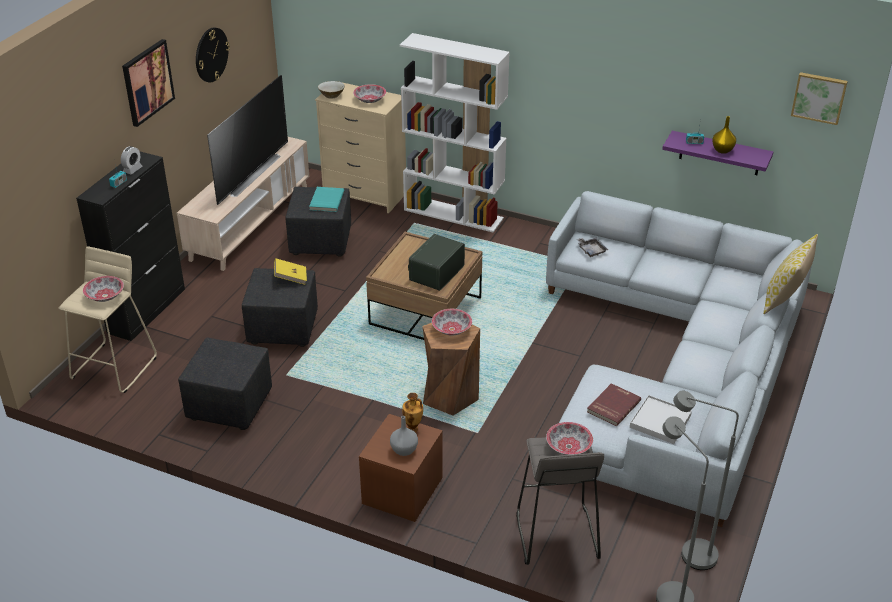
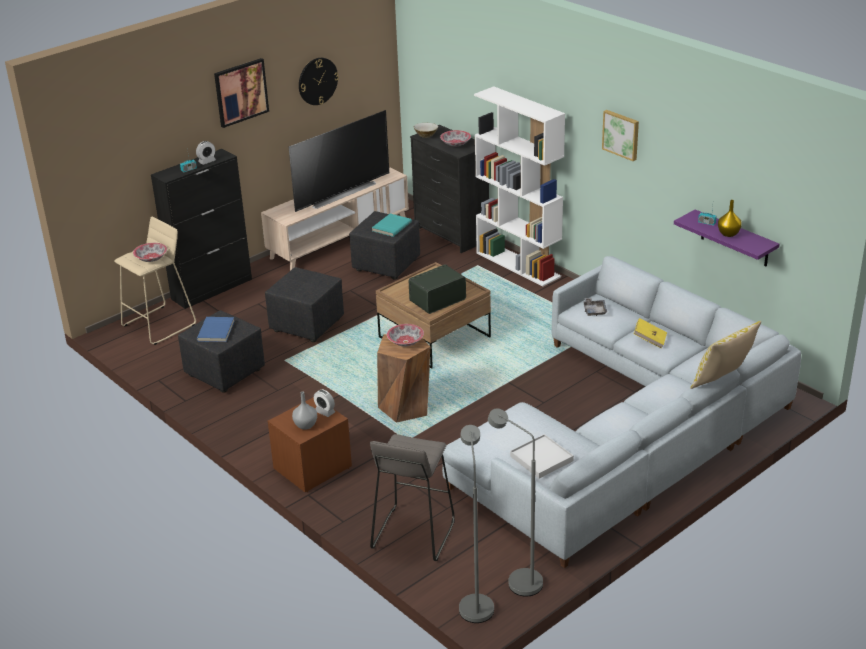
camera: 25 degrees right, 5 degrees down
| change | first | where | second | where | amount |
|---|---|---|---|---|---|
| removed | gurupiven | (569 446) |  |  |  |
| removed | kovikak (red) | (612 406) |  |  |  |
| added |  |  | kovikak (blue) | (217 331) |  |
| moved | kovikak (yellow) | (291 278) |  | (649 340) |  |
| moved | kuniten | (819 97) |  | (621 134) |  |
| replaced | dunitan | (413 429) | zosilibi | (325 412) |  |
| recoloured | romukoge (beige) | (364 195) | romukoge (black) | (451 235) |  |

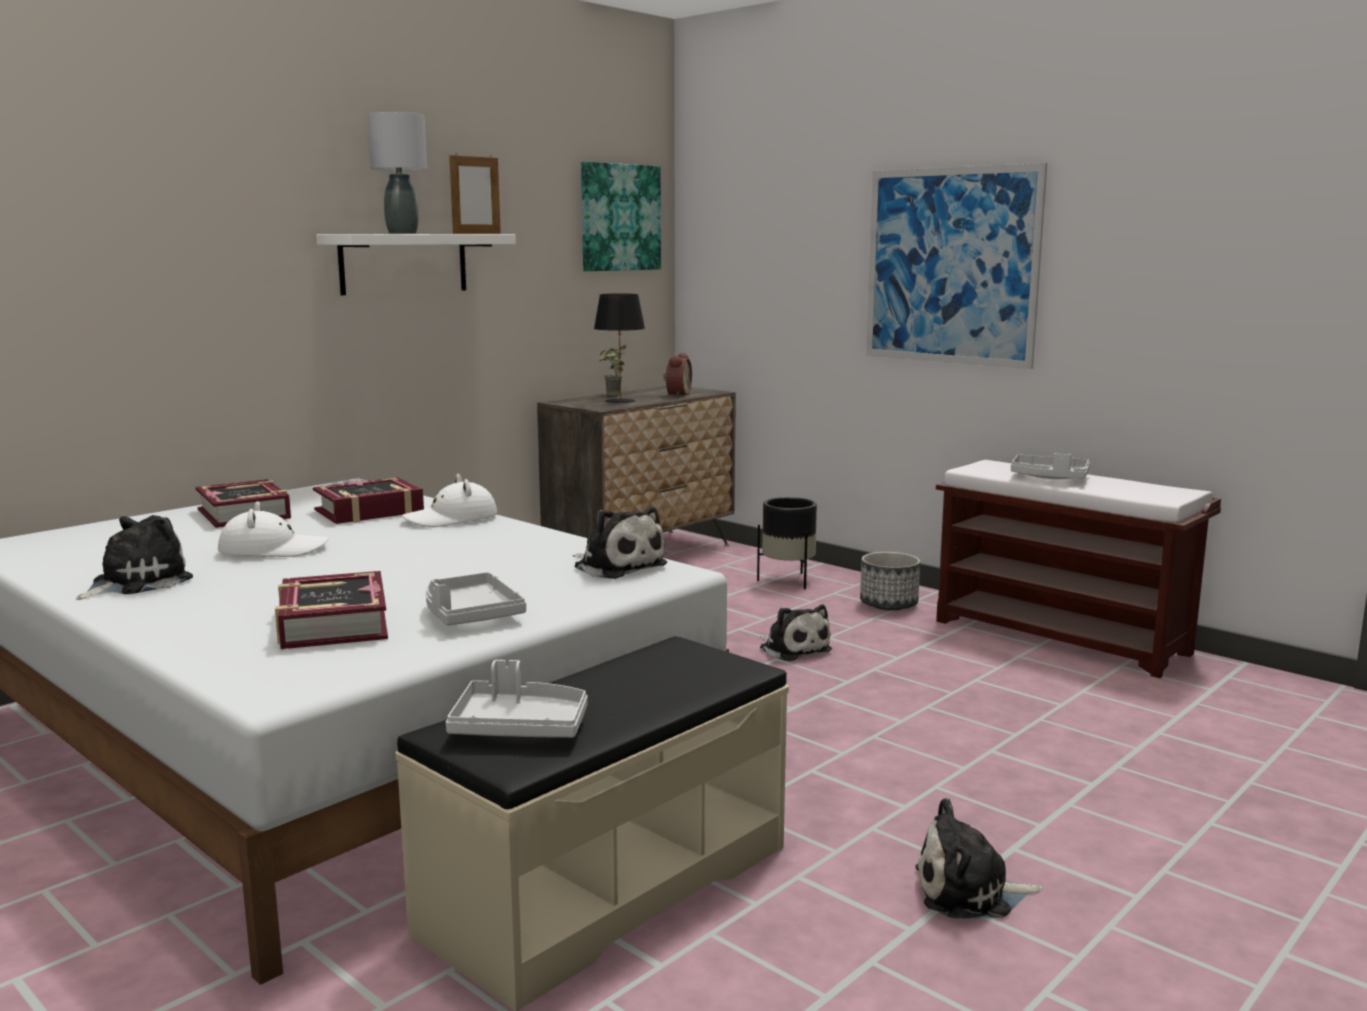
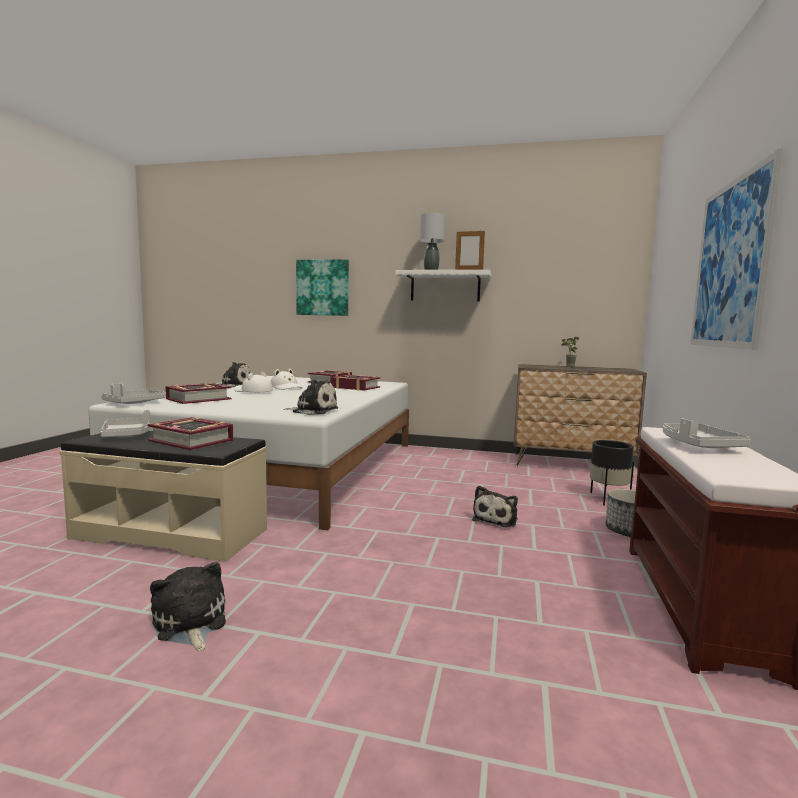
camera: 60 degrees right, 5 degrees down
| change | first | where | second | where | amount |
|---|---|---|---|---|---|
| removed | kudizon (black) | (620 401) |  |  |  |
| removed | zosilibi | (676 394) |  |  |  |
| added |  |  | kovikak | (192 441) |  |
| moved | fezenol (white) | (451 519) |  | (253 391) |  |
| moved | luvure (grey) | (470 614) |  | (133 403) |  |
| moved | kuniten | (619 217) |  | (323 287) |  |
| turned | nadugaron | (617 566) |  | (313 411) | 90 degrees counterclockwise |

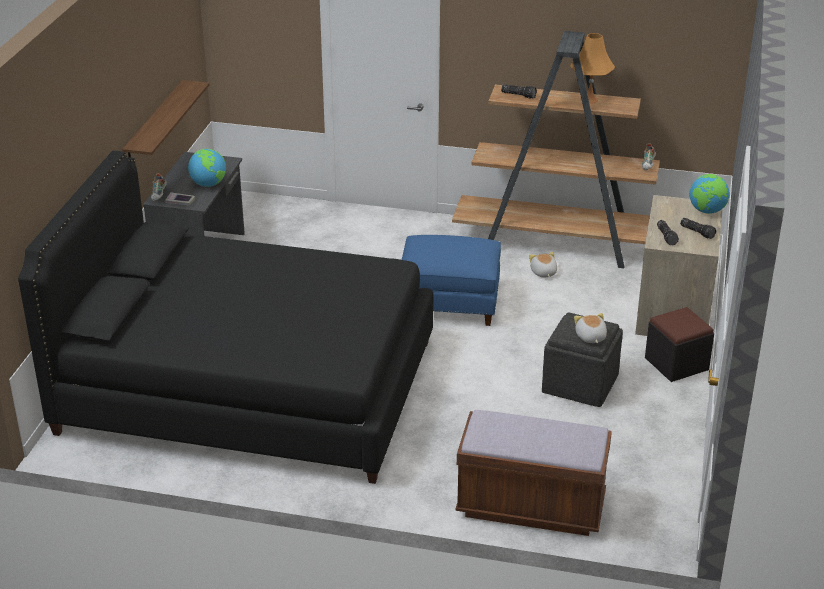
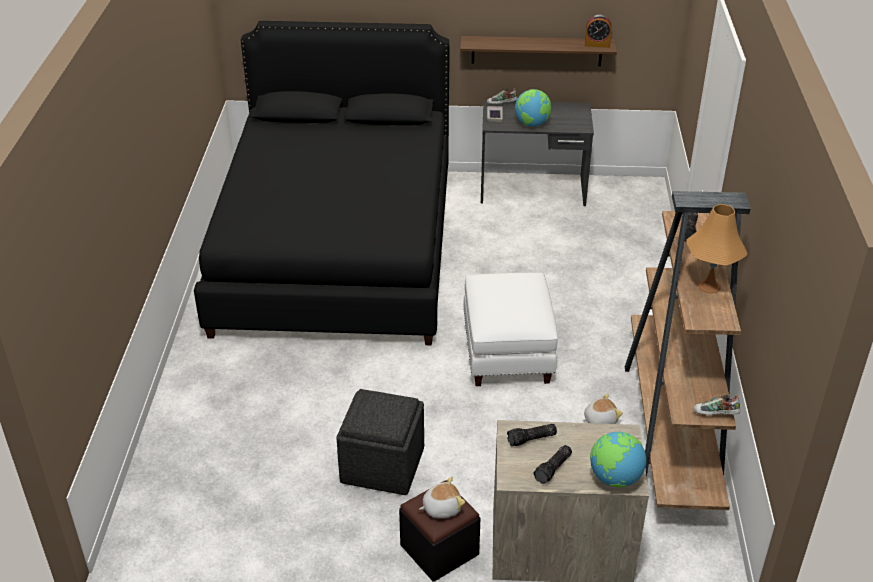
camera: 80 degrees right, 5 degrees up
| change | first | where | second | where | amount |
|---|---|---|---|---|---|
| removed | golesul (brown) | (531 506) |  |  |  |
| added |  |  | zosilibi | (597 44) |  |
| moved | nadugaron | (590 337) |  | (441 507) |  |
| recoloured | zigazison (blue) | (449 305) | zigazison (white) | (506 352) |  |

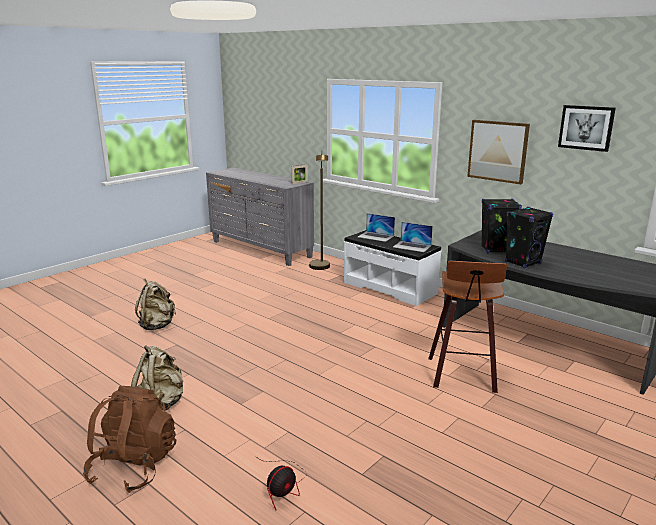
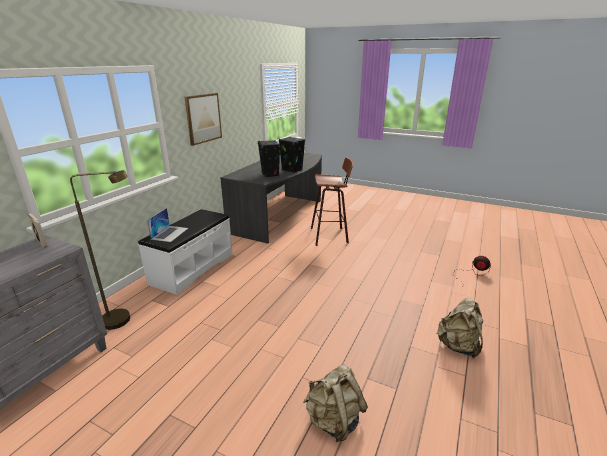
camera: 105 degrees left, 5 degrees up
| change | first | where | second | where | amount |
|---|---|---|---|---|---|
| removed | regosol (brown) | (134 467) |  |  |  |
| removed | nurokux | (412 246) |  |  |  |
| removed | kuniten | (586 127) |  |  |  |

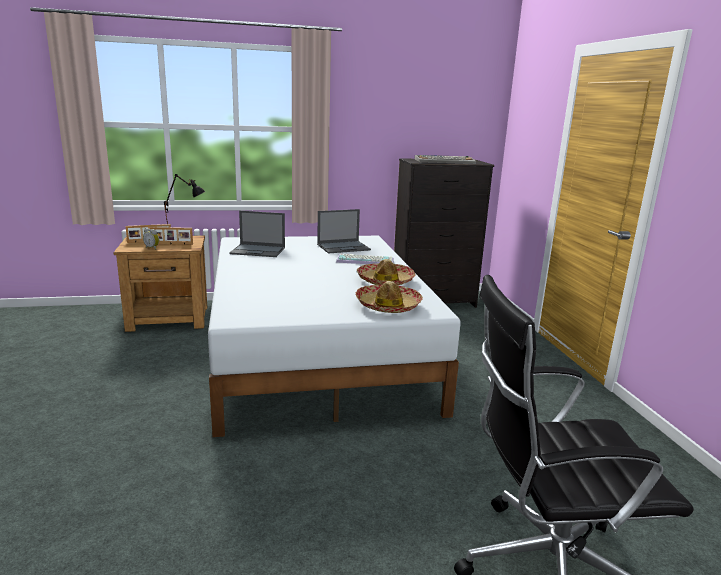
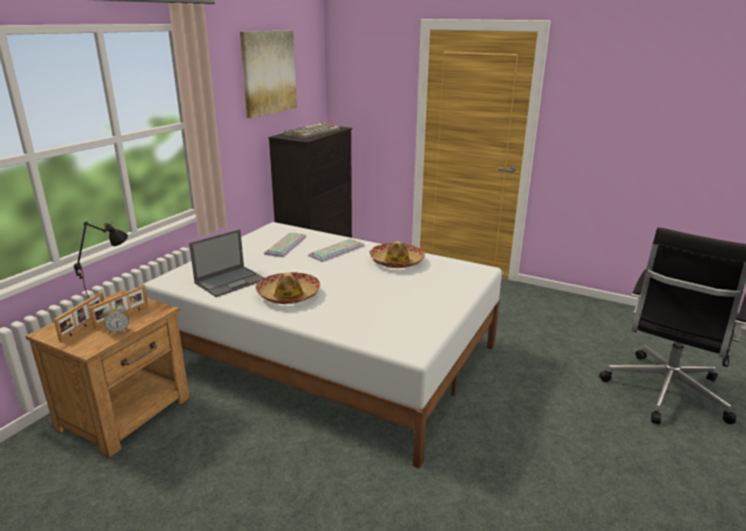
camera: 50 degrees left, 5 degrees up
| change | first | where | second | where | amount |
|---|---|---|---|---|---|
| added |  |  | kuniten | (268 72) |  |
| moved | fezenol | (388 305) |  | (288 295) |  |
| replaced | nurokux | (344 247) | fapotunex | (285 245) |  |

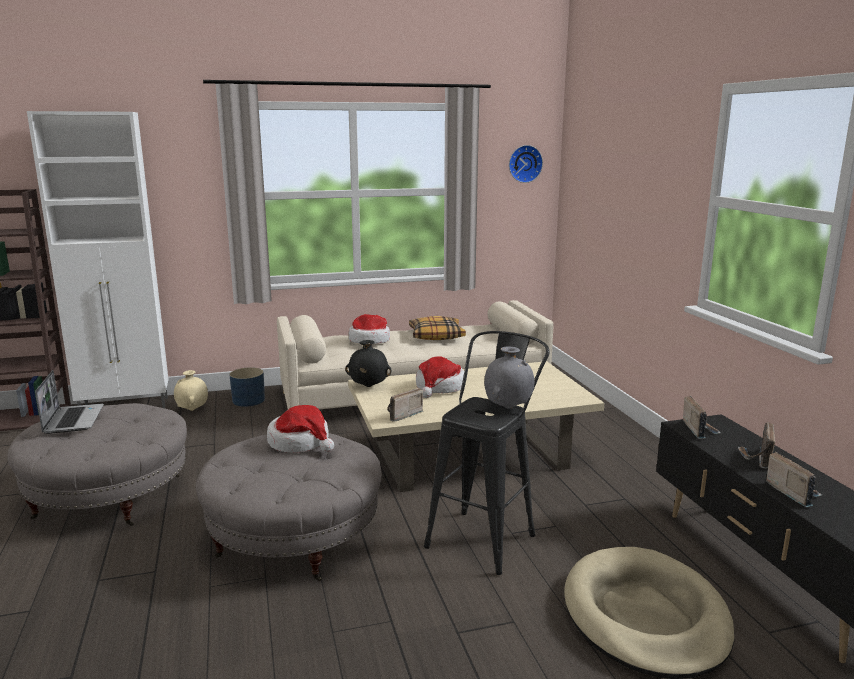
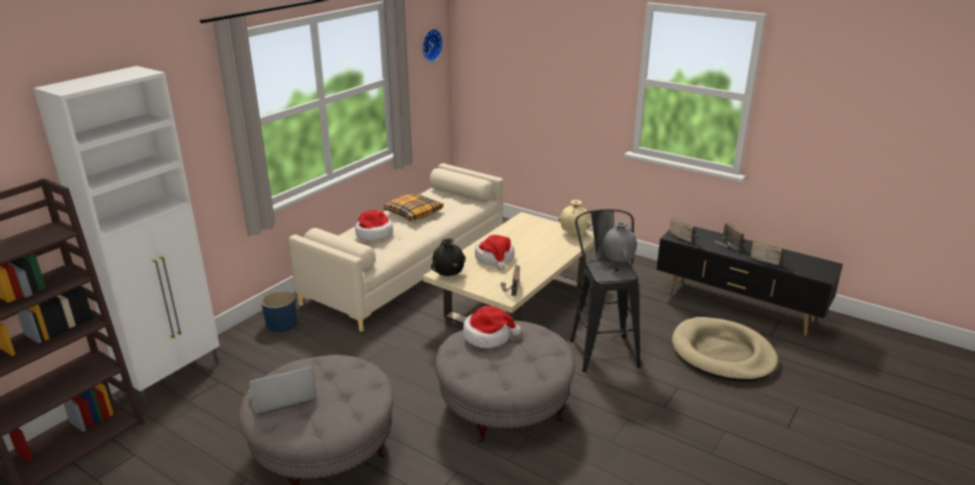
camera: 40 degrees left, 10 degrees up
| change | first | where | second | where | amount |
|---|---|---|---|---|---|
| moved | dunitan (beige) | (192 410) |  | (574 234) |  |
| turned | nurokux | (73 420) |  | (282 397) | 60 degrees counterclockwise |

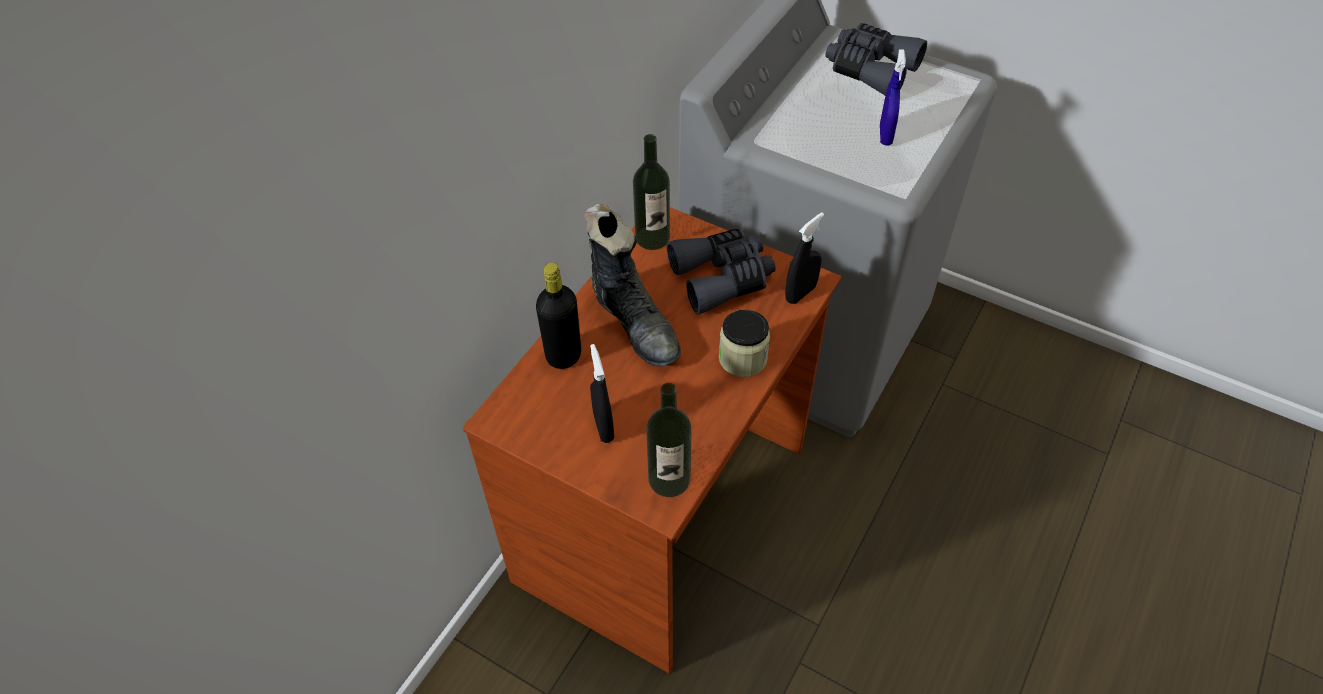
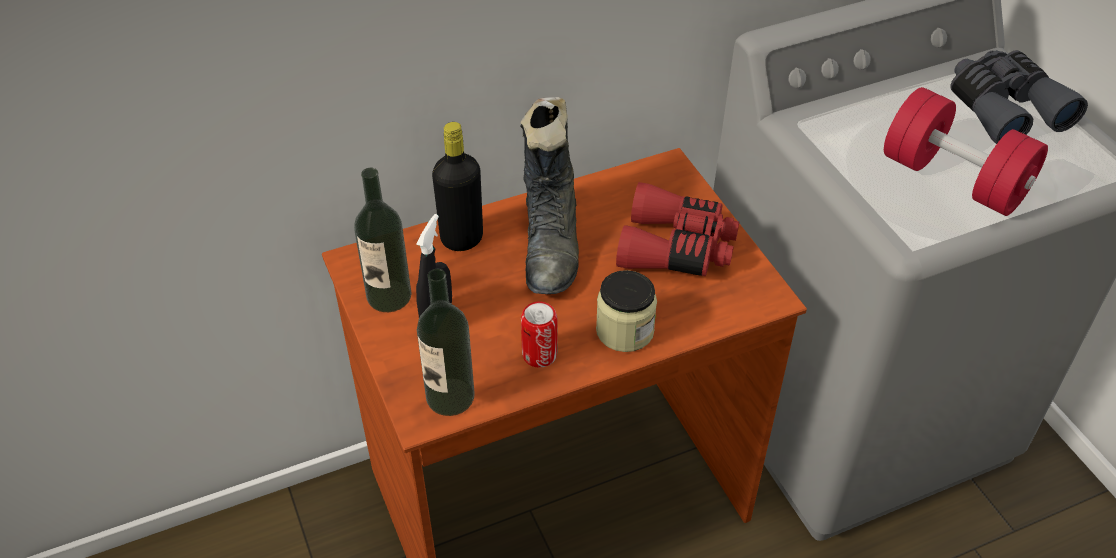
camera: 35 degrees right, 5 degrees down
| change | first | where | second | where | amount |
|---|---|---|---|---|---|
| removed | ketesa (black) | (800 293) |  |  |  |
| added |  |  | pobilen | (539 355) |  |
| moved | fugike | (652 237) |  | (389 296) |  |
| replaced | ketesa (blue) | (885 135) | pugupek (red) | (954 179) |  |
| recoloured | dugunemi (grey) | (722 277) | dugunemi (red) | (677 247) |  |

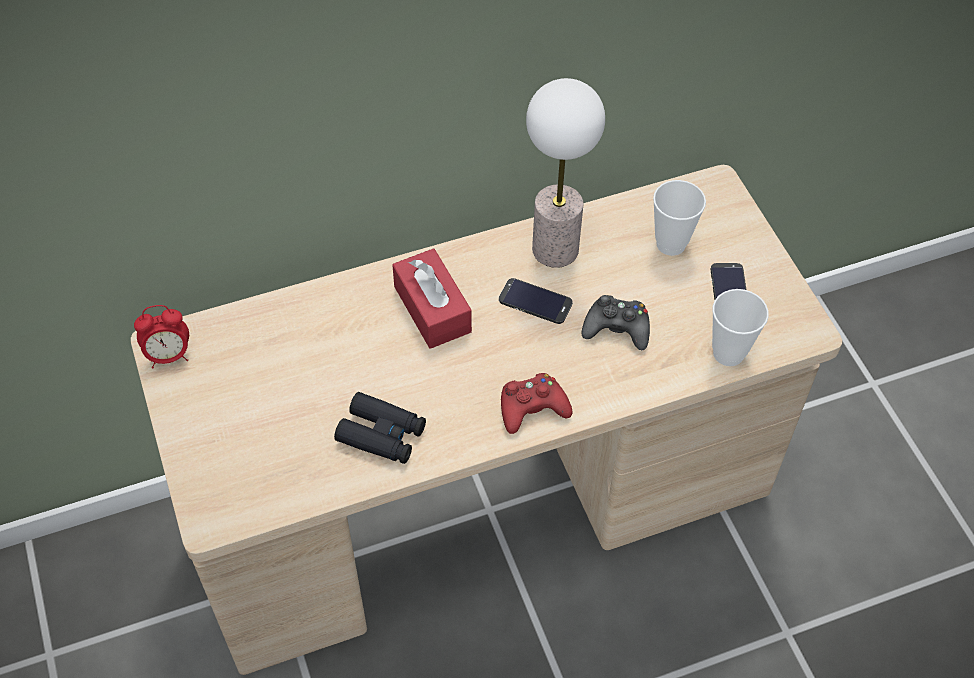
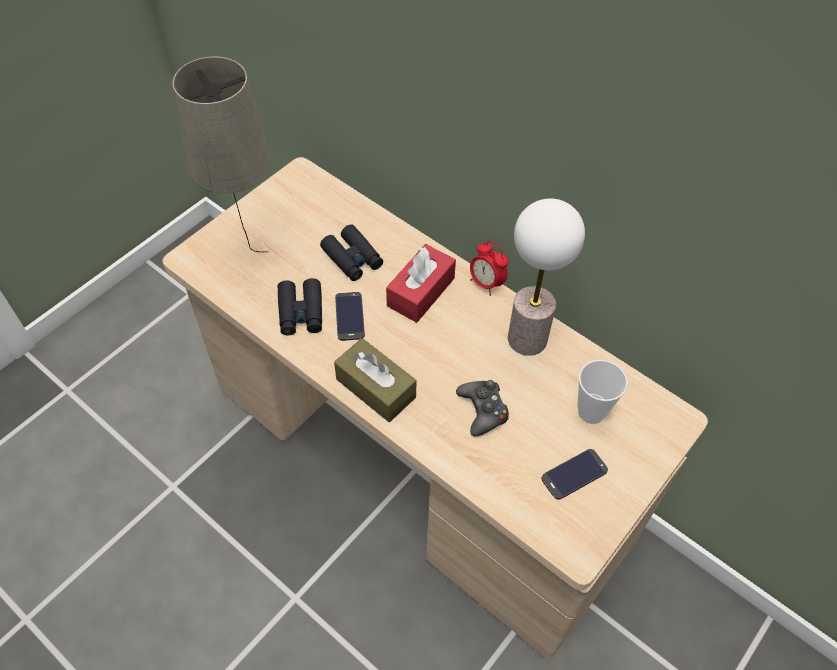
camera: 60 degrees right, 0 degrees up
| change | first | where | second | where | amount |
|---|---|---|---|---|---|
| removed | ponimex | (728 353) |  |  |  |
| added |  |  | kudizon (beige) | (251 259) |  |
| added |  |  | dugunemi (black) | (352 258) |  |
| moved | zosilibi | (169 356) |  | (486 283) |  |
| moved | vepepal | (535 301) |  | (349 316) |  |
| replaced | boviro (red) | (532 408) | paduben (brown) | (375 388) |  |

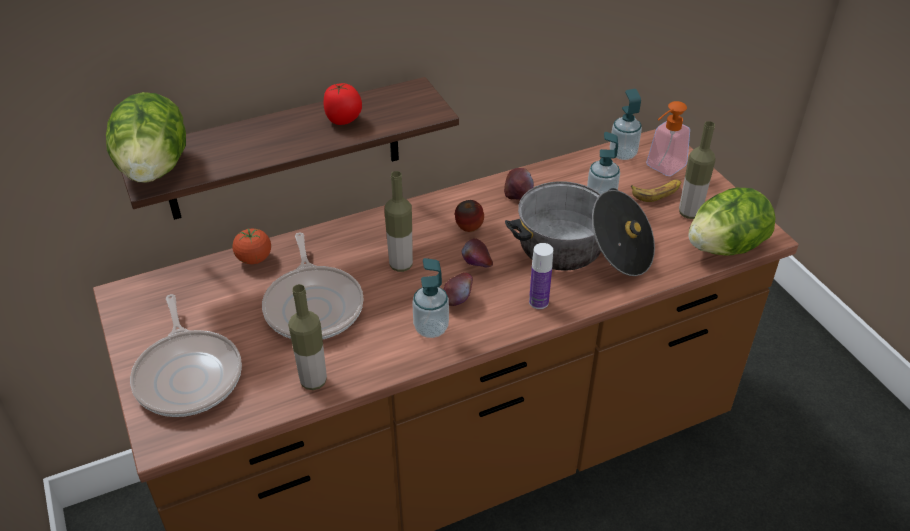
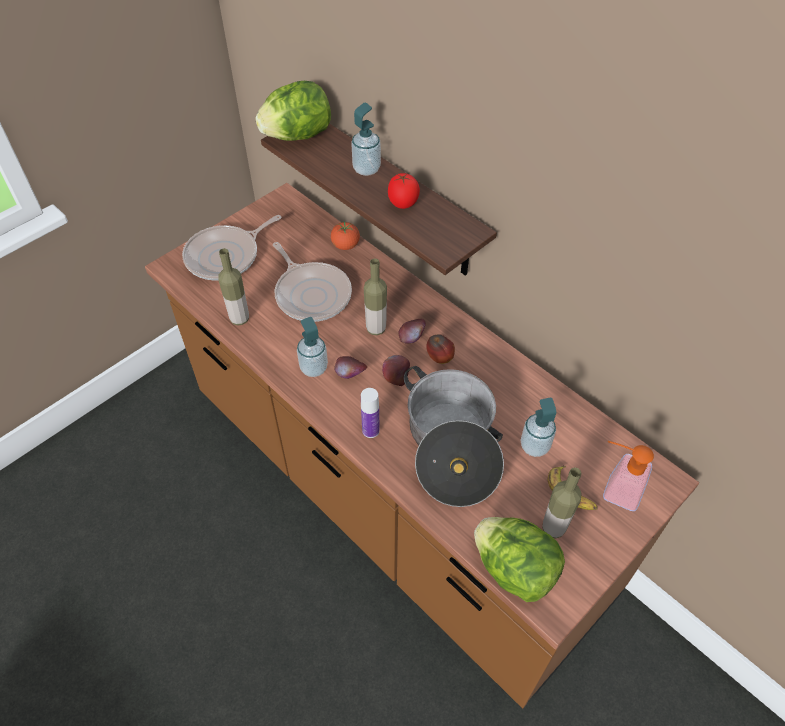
camera: 70 degrees right, 10 degrees up
| change | first | where | second | where | amount |
|---|---|---|---|---|---|
| moved | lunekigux | (518 195) |  | (411 339) |  |
| moved | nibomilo | (623 154) |  | (366 169) |  |
| turned | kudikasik | (314 305) |  | (311 294) | 90 degrees counterclockwise |

